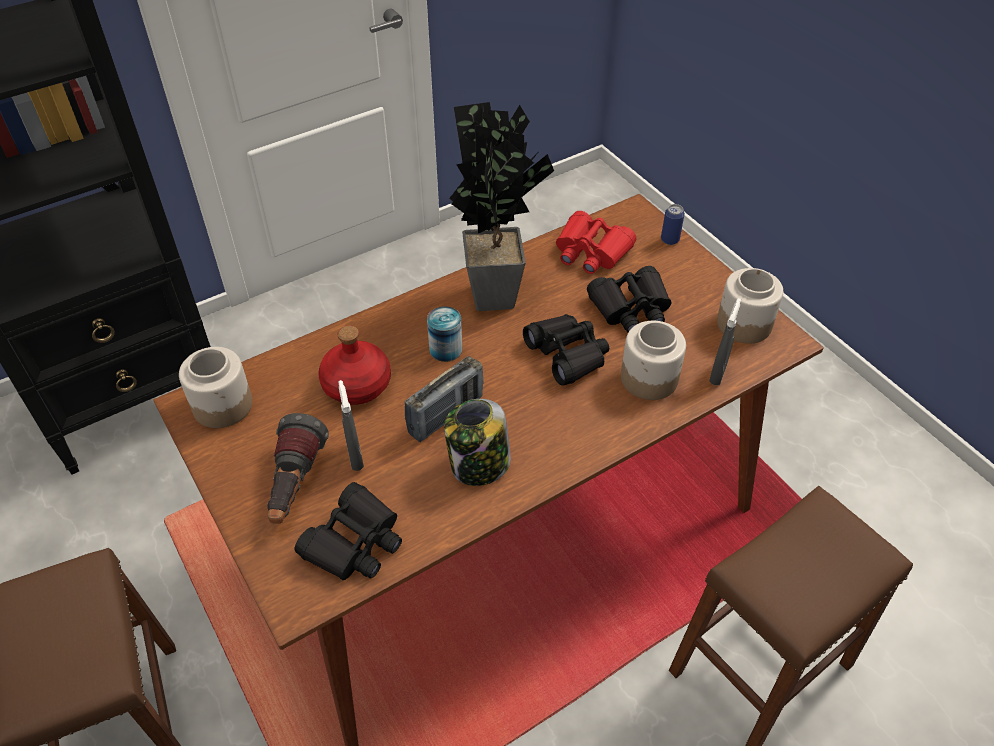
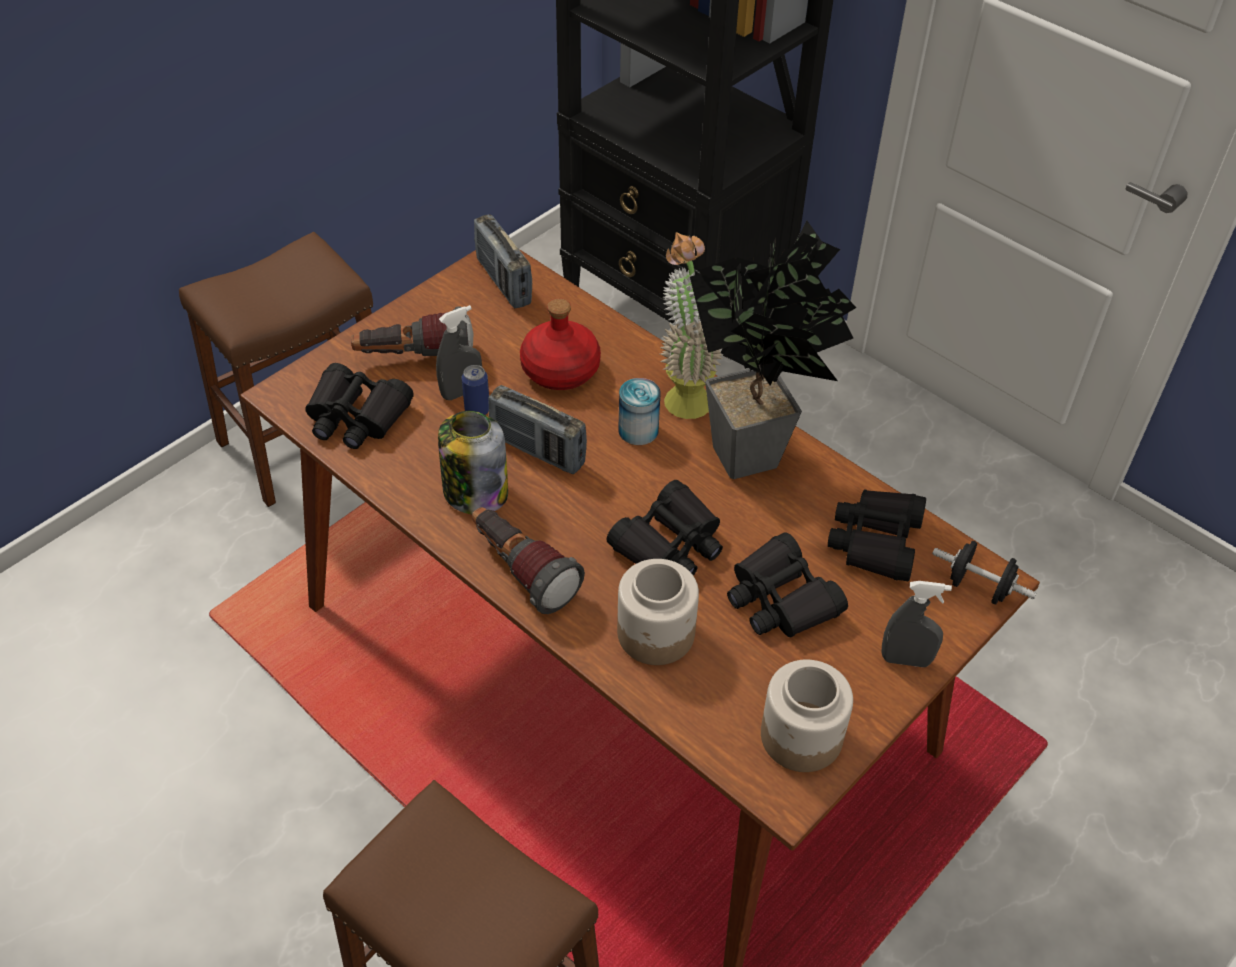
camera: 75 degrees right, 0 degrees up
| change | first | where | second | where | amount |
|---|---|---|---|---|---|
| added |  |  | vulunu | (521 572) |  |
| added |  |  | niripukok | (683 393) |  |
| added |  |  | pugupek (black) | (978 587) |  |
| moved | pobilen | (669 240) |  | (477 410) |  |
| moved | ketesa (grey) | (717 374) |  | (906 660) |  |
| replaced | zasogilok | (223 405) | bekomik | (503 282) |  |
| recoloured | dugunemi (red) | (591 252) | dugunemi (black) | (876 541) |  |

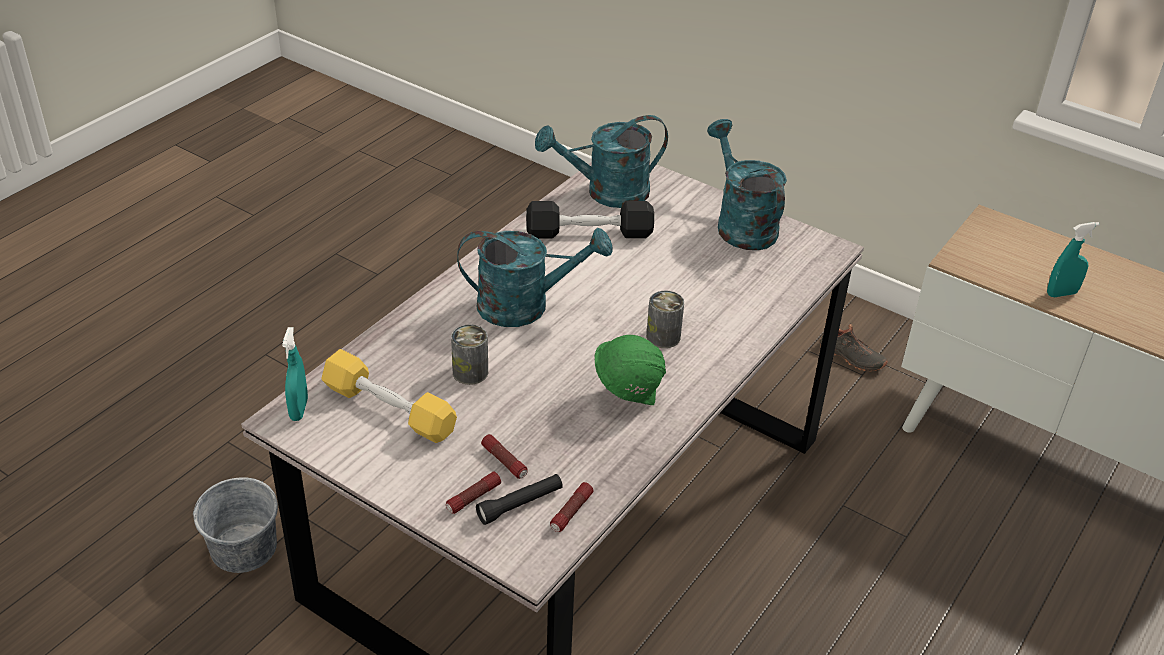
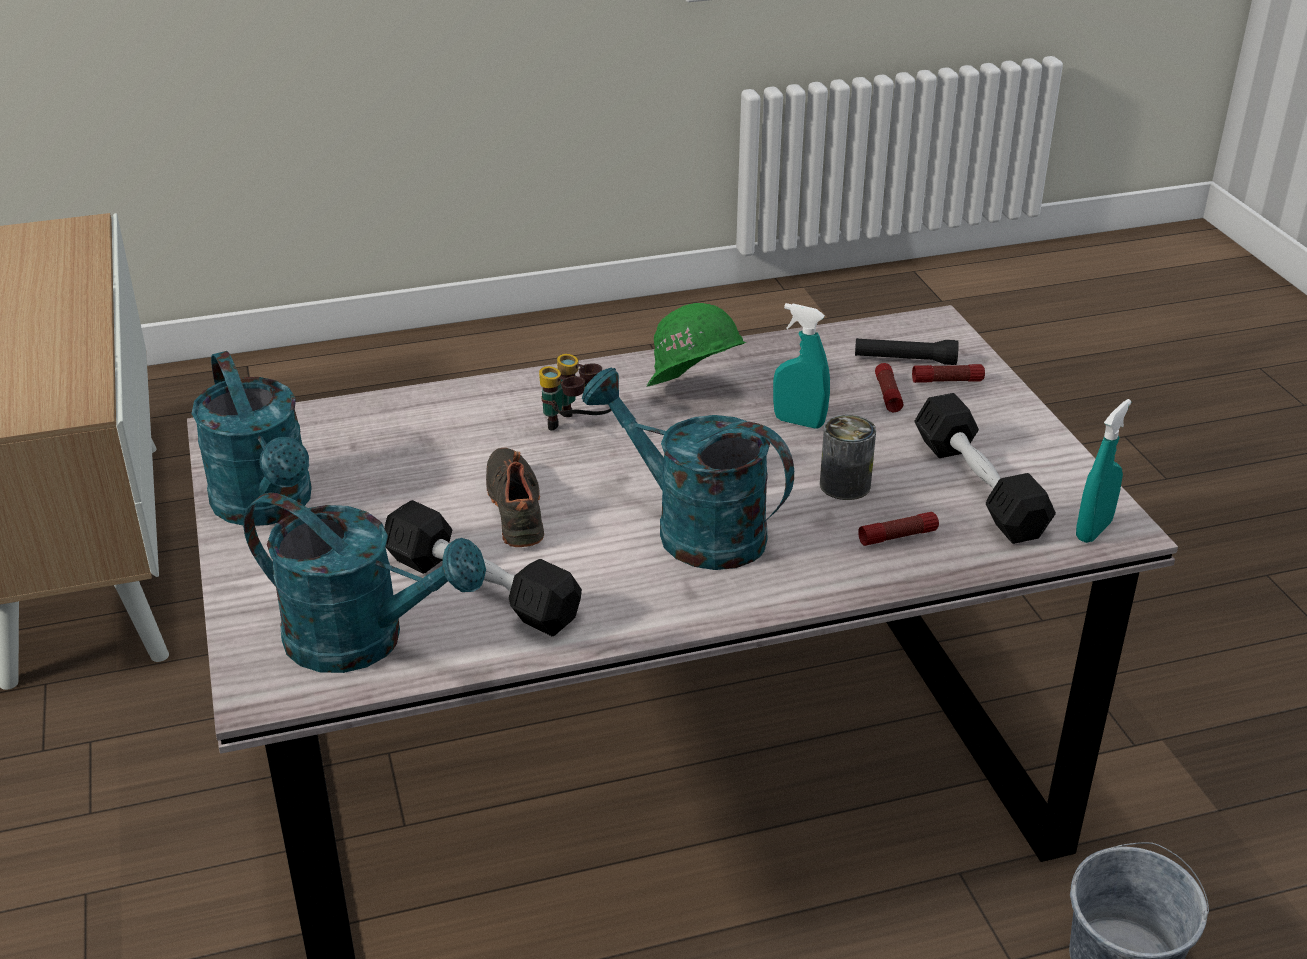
camera: 140 degrees left, 5 degrees down
| change | first | where | second | where | amount |
|---|---|---|---|---|---|
| moved | vulunu | (571 512) |  | (898 536) |  |
| moved | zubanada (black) | (851 358) |  | (518 508) |  |
| moved | ketesa (turquoise) | (1061 293) |  | (799 422) |  |
| replaced | pobilen | (663 337) | dugunemi | (576 428) |  |
| recoloured | pugupek (yellow) | (389 409) | pugupek (black) | (978 487) |  |
| turned | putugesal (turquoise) | (741 224) |  | (268 507) | 45 degrees counterclockwise |

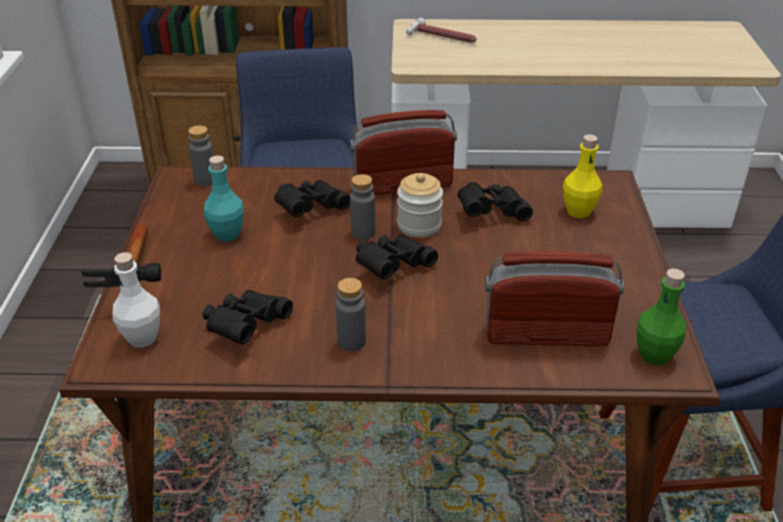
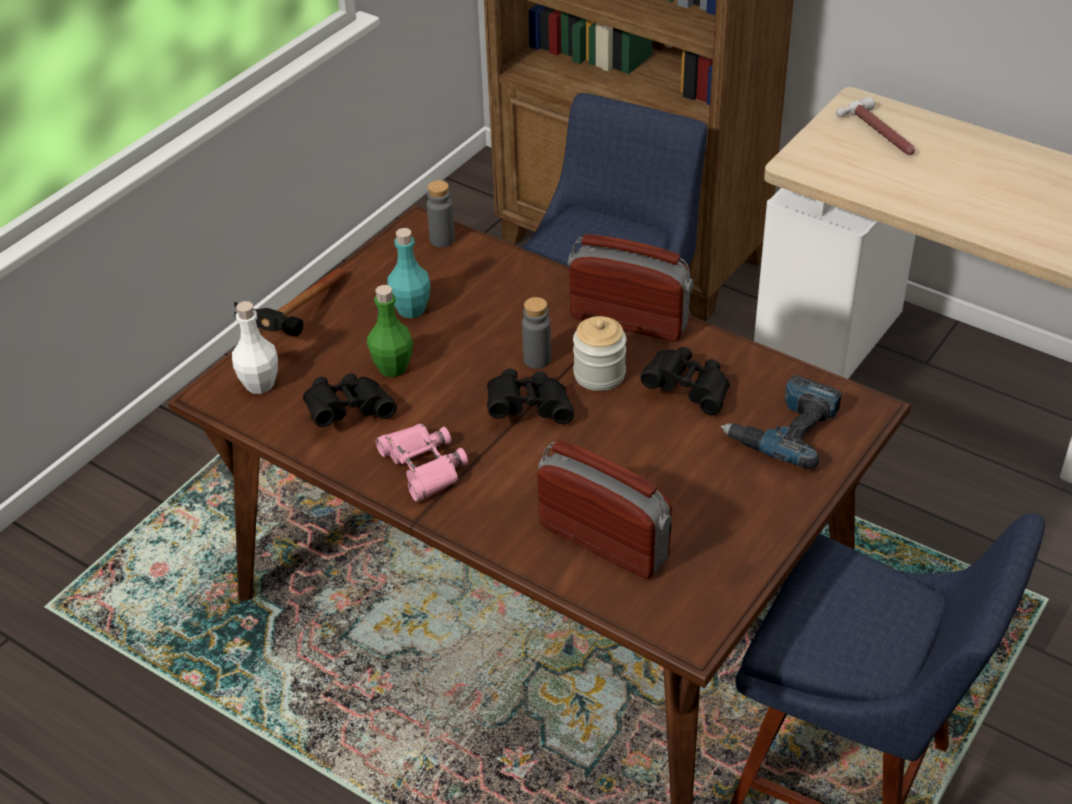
camera: 35 degrees right, 5 degrees up
| change | first | where | second | where | amount |
|---|---|---|---|---|---|
| removed | dugunemi (black) | (310 209) |  |  |  |
| moved | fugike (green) | (654 355) |  | (392 368) |  |
| replaced | fugike (grey) | (351 341) | dugunemi (pink) | (423 466) |  |
| replaced | fugike (yellow) | (578 211) | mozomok | (785 428) |  |

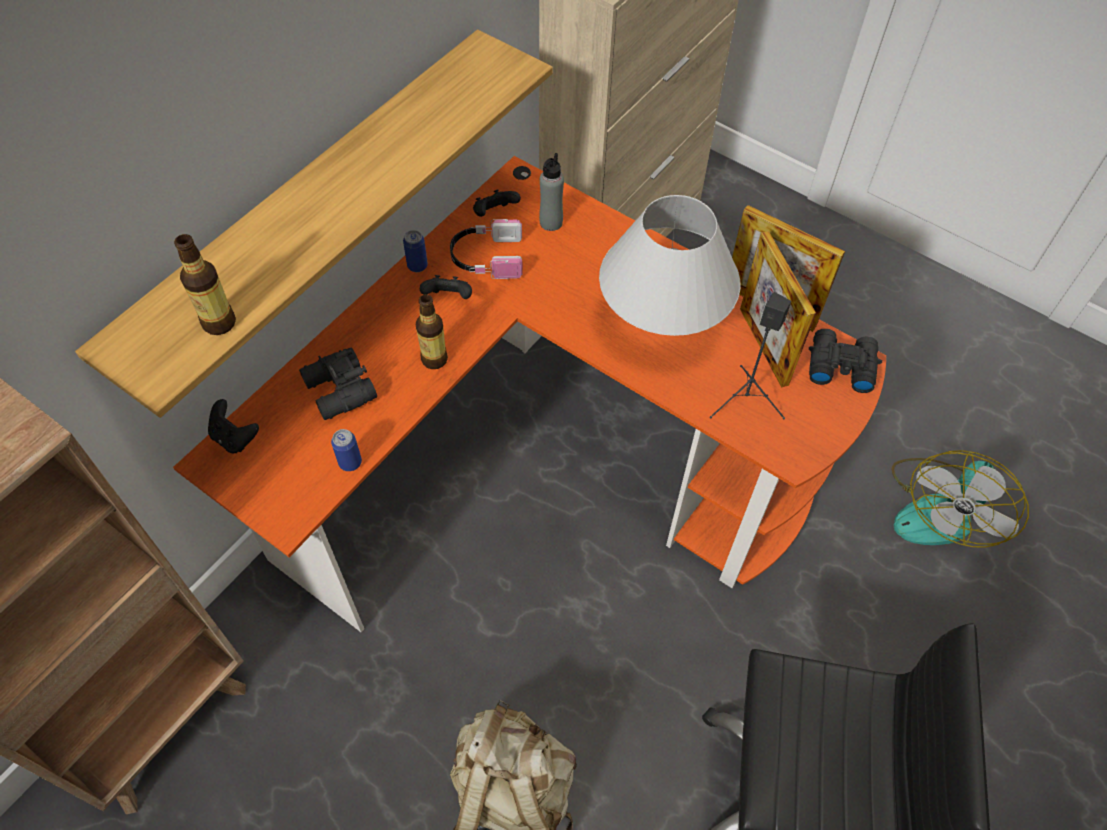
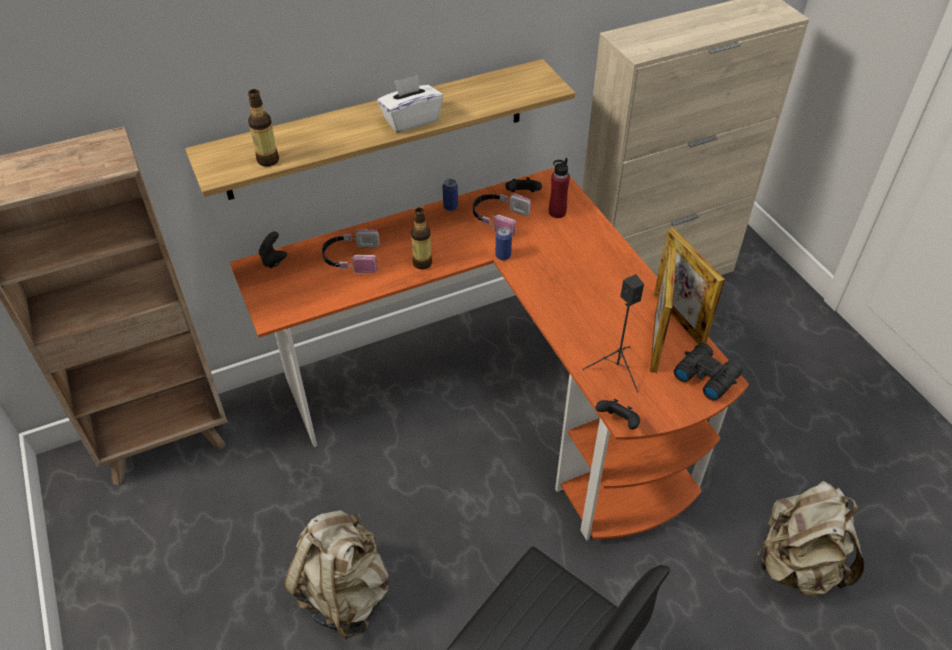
camera: 30 degrees right, 10 degrees down
| change | first | where | second | where | amount |
|---|---|---|---|---|---|
| removed | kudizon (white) | (661 326) |  |  |  |
| added |  |  | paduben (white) | (411 120) |  |
| moved | pobilen | (350 462) |  | (503 256) |  |
| moved | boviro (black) | (449 298) |  | (618 422) |  |
| replaced | dugunemi (black) | (339 391) | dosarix | (351 259) |  |
| replaced | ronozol | (940 509) | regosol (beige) | (797 564) |  |
| recoloured | fugike (grey) | (551 222) | fugike (red) | (557 212) |  |

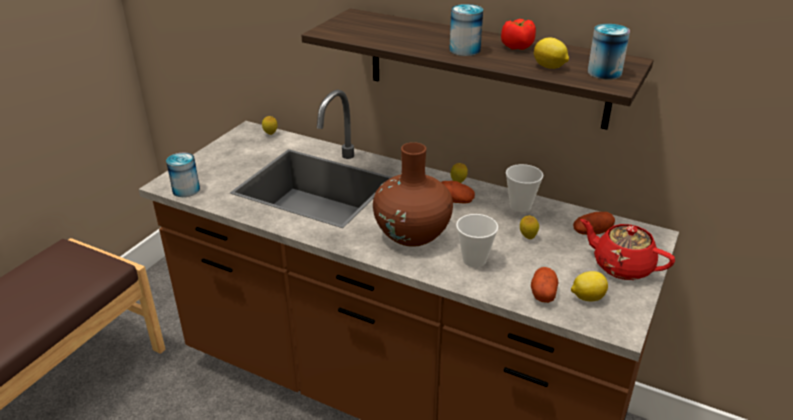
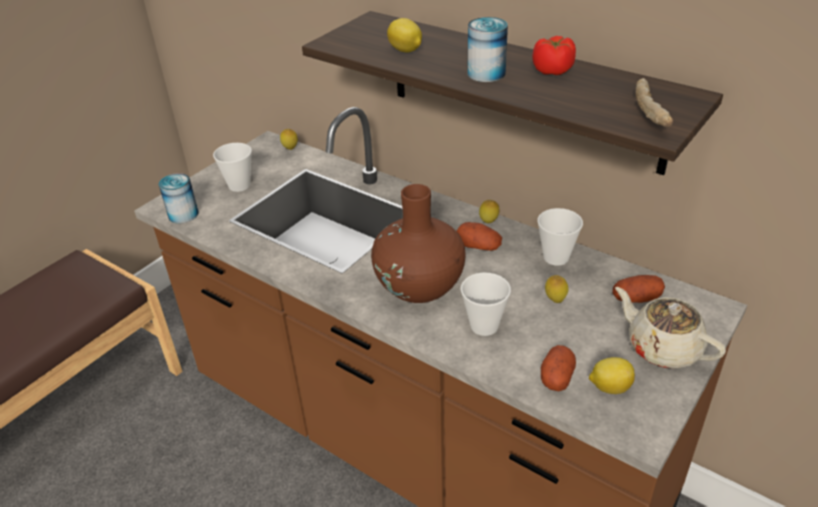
camera: 10 degrees right, 5 degrees up
| change | first | where | second | where | amount |
|---|---|---|---|---|---|
| added |  |  | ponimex | (239 185) |  |
| moved | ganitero | (549 67) |  | (406 51) |  |
| replaced | pobilen | (604 72) | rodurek | (651 112) |  |
| recoloured | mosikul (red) | (621 266) | mosikul (beige) | (662 348) |  |

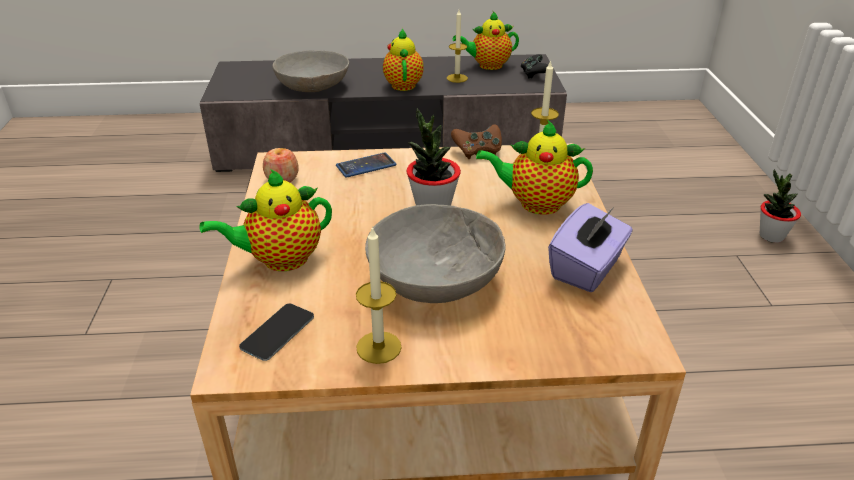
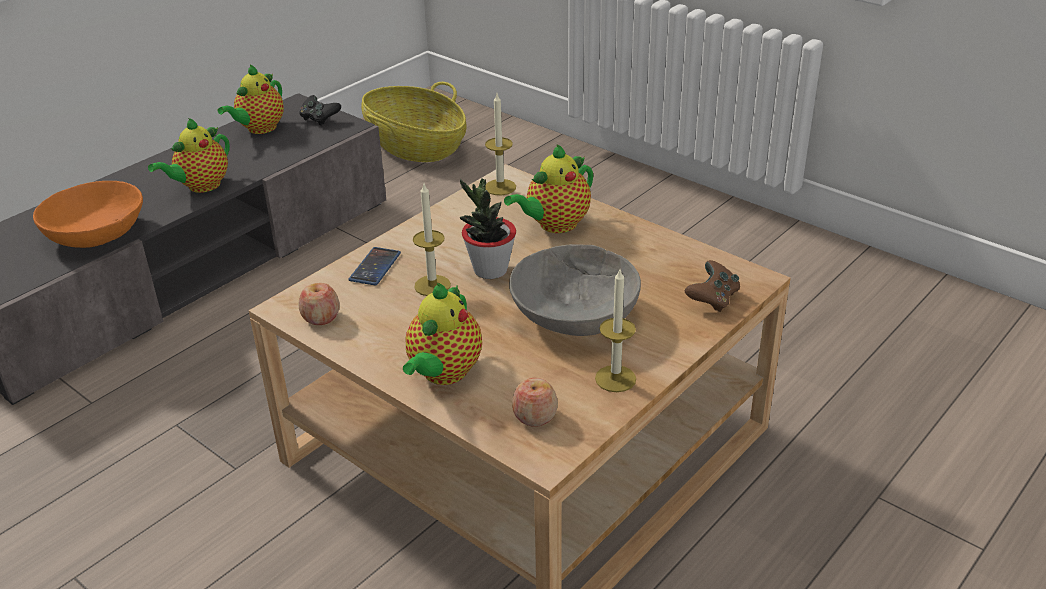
camera: 45 degrees left, 0 degrees up
| change | first | where | second | where | amount |
|---|---|---|---|---|---|
| removed | paduben (purple) | (587 269) |  |  |  |
| removed | niripukok | (771 236) |  |  |  |
| added |  |  | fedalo | (415 146) |  |
| moved | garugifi | (457 78) |  | (432 285) |  |
| moved | boviro (brown) | (477 152) |  | (713 299) |  |
| replaced | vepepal | (277 332) | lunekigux | (535 416) |  |
| recoloured | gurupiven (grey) | (313 86) | gurupiven (orange) | (97 233) |  |
| turned | mosikul | (403 84) |  | (201 186) | 90 degrees counterclockwise |

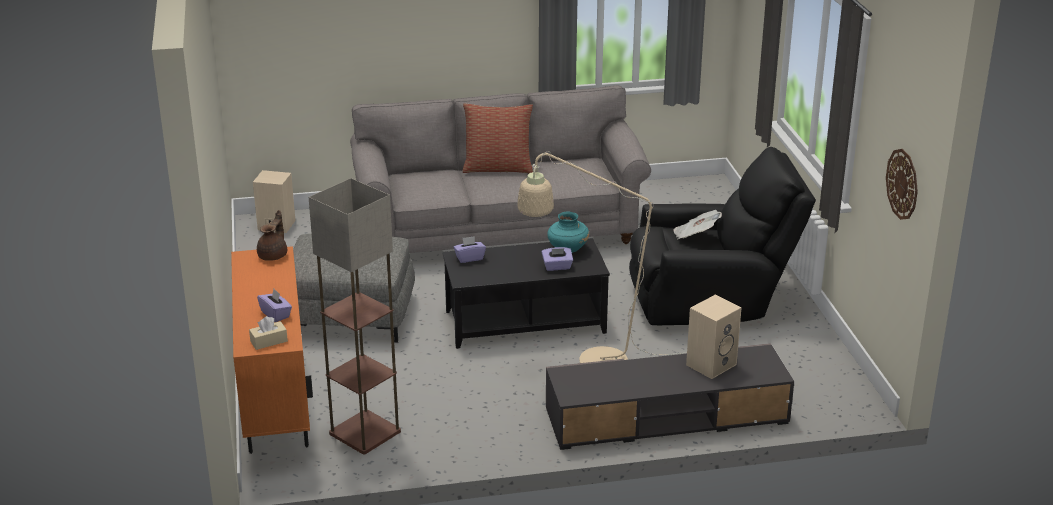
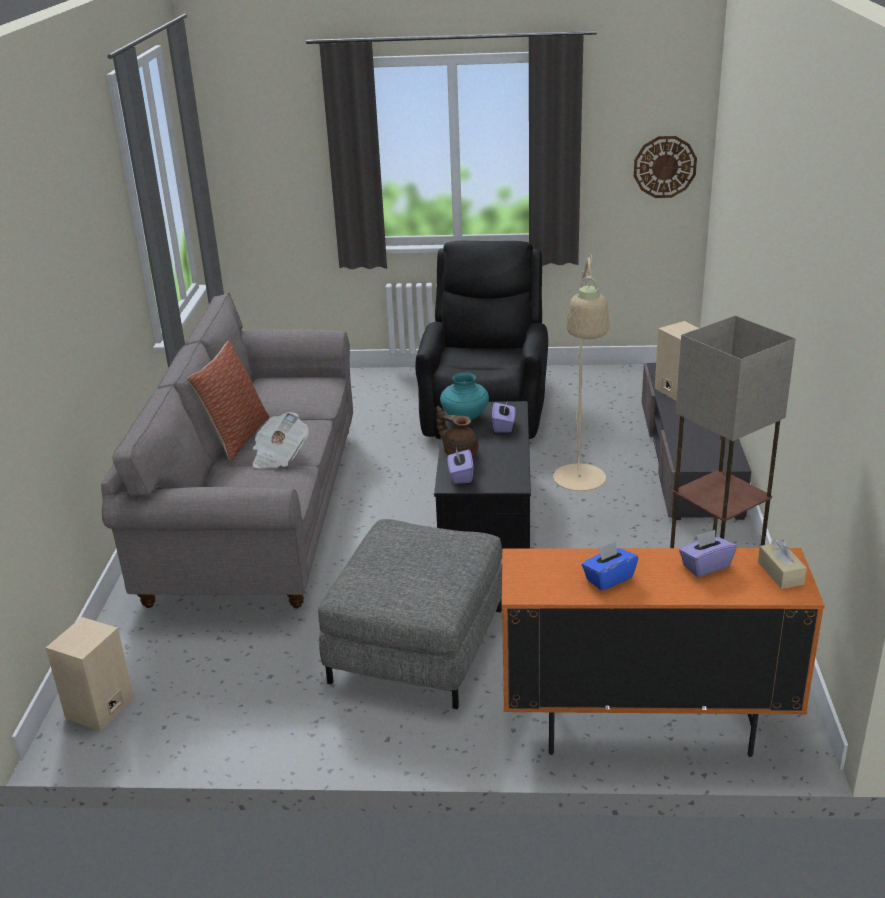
camera: 75 degrees left, 0 degrees up
| change | first | where | second | where | amount |
|---|---|---|---|---|---|
| added |  |  | paduben (blue) | (608 578) |  |
| moved | mosikul (brown) | (274 255) |  | (459 452) |  |
| moved | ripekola | (695 235) |  | (279 456) |  |

